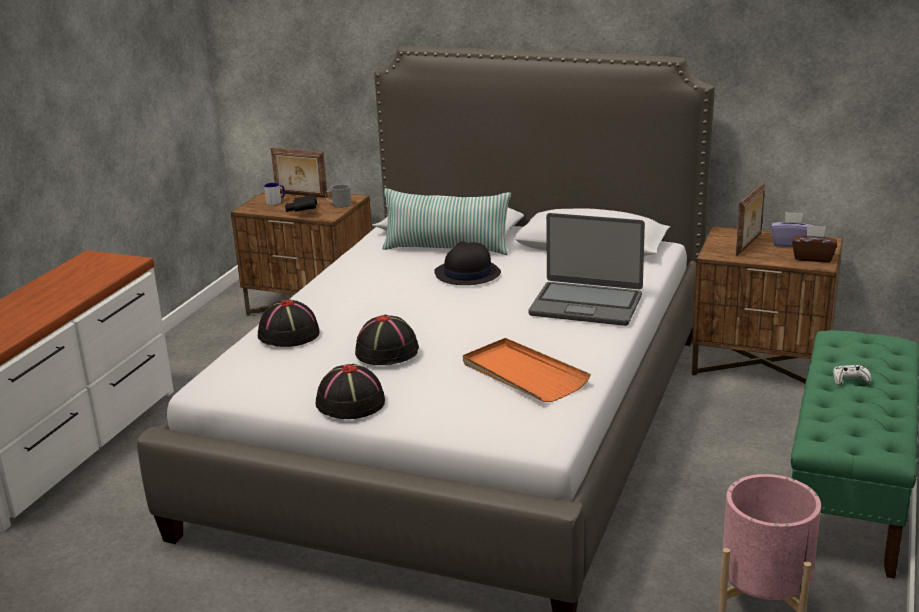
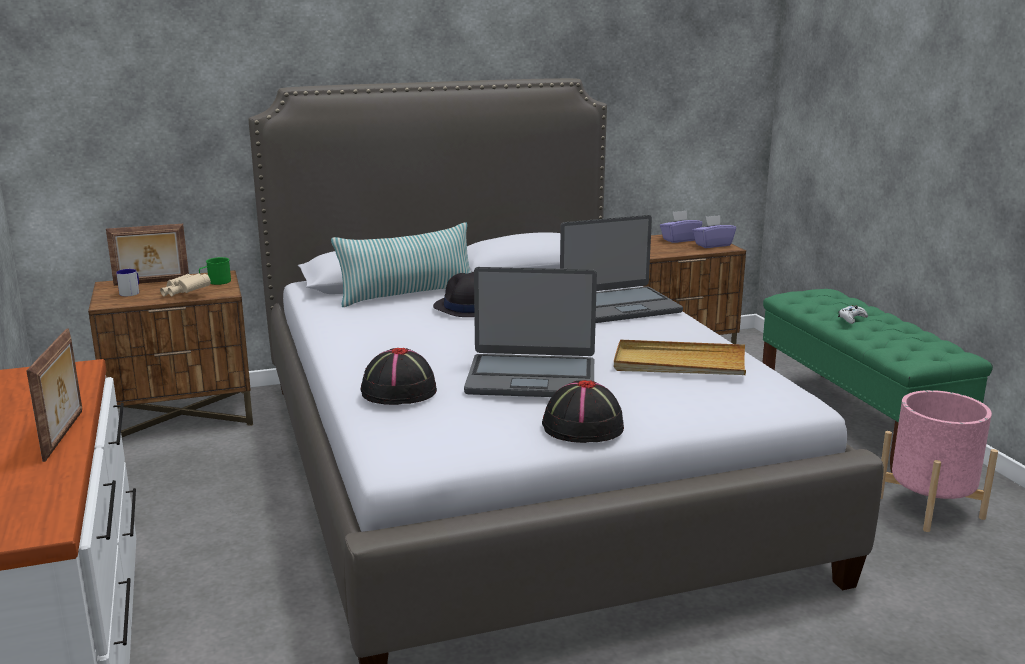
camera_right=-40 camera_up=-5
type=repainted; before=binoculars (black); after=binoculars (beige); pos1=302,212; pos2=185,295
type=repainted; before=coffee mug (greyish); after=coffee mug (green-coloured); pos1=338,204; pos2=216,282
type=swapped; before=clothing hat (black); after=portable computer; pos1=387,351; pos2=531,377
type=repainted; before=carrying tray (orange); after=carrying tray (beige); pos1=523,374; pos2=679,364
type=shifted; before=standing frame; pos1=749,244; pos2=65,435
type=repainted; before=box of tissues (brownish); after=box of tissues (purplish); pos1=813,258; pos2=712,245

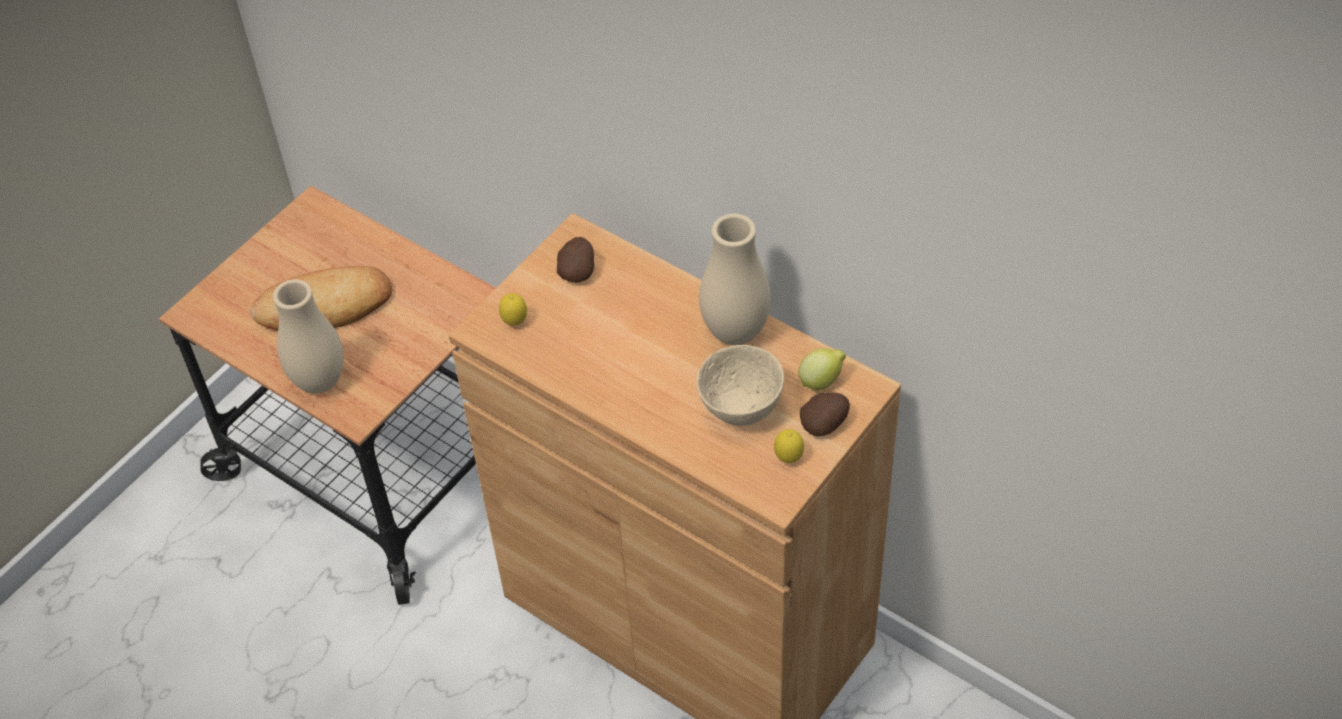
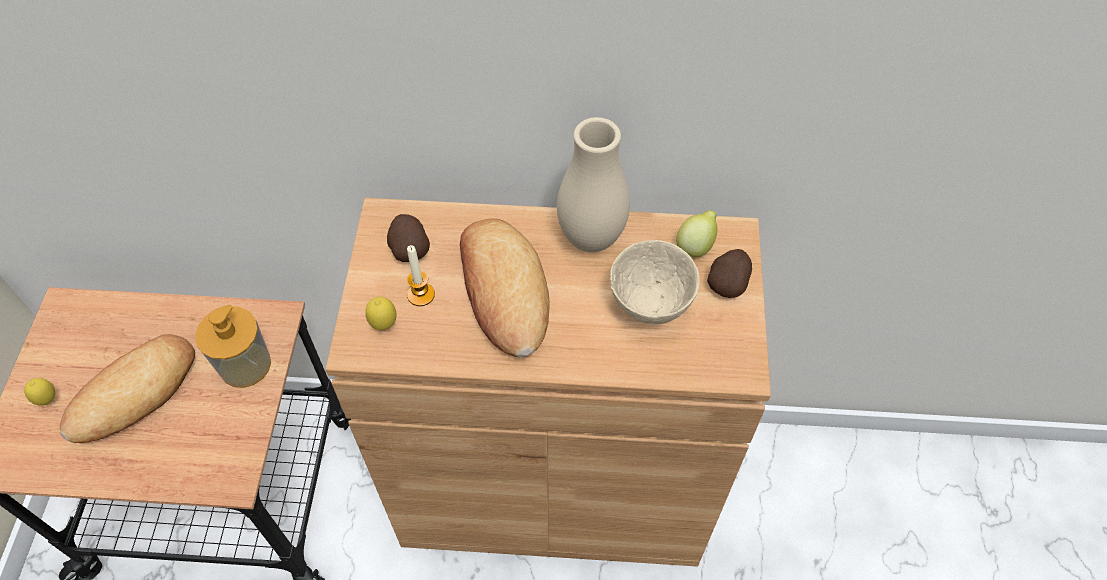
camera_right=-35 camera_up=5
type=gone; before=flower vase (beige); pos1=319,381
type=shifted; before=citrus fruit; pos1=788,458; pos2=48,400
type=new; after=liquid soap bottle; pos2=245,365
type=new; after=wax light; pos2=421,295
type=new; after=bread; pos2=503,291

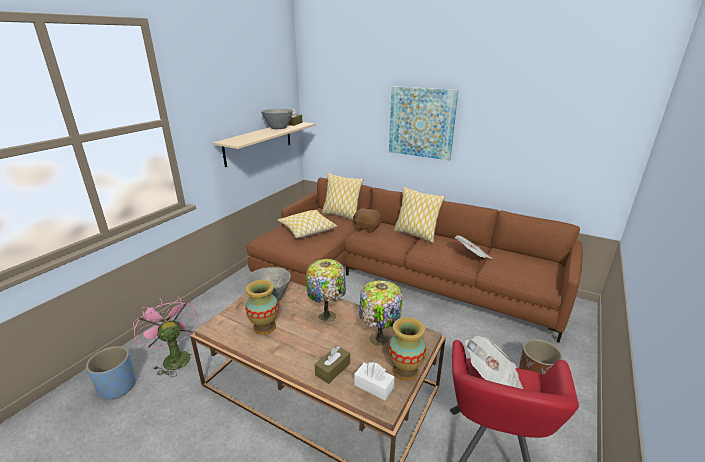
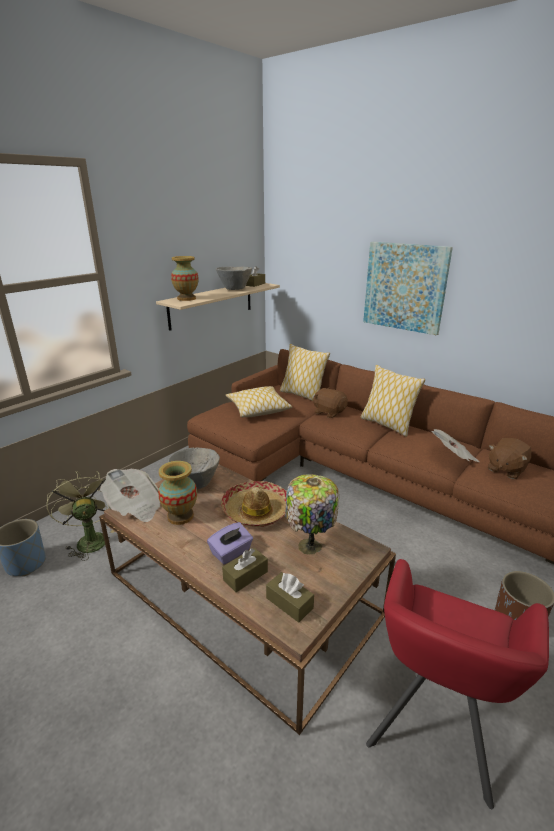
camera_right=10 camera_up=0
type=repainted; before=cooling fan (pinkish); after=cooling fan (green-coloured); pos1=174,357; pos2=90,539
type=swapped; before=table lamp; after=clothing hat; pos1=327,315; pos2=256,510
type=repainted; before=box of tissues (white-coloured); after=box of tissues (brownish); pos1=373,386; pos2=289,603
type=shifted; before=flower vase; pos1=405,370; pos2=186,298
type=shifted; before=daily paper; pos1=492,377; pos2=135,507
type=new; after=box of tissues (purplish); pos2=231,553
type=new; after=soft toy (brownish); pos2=505,469

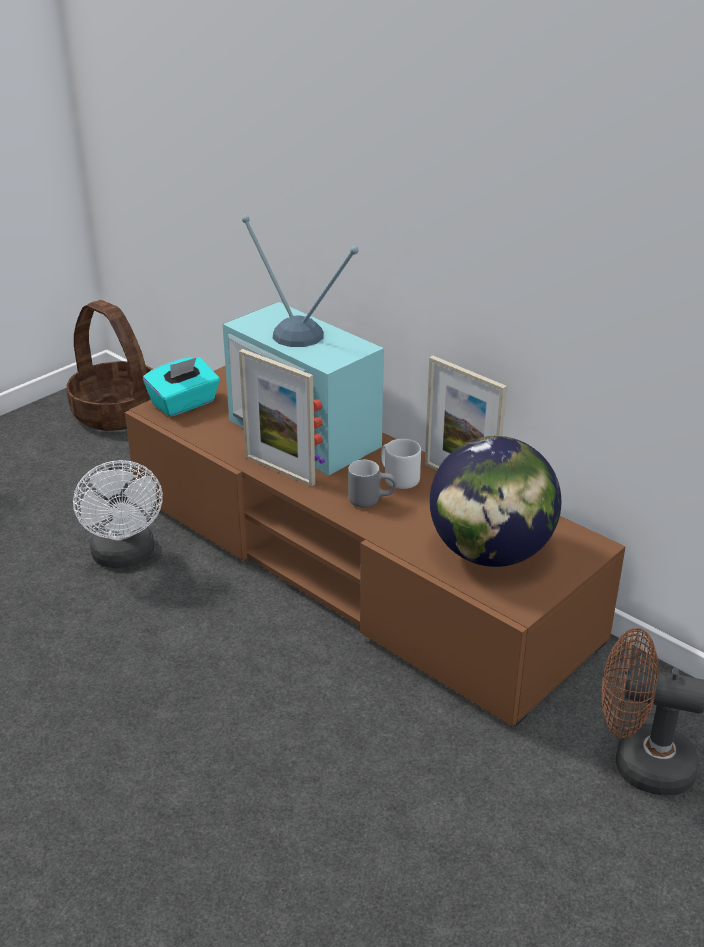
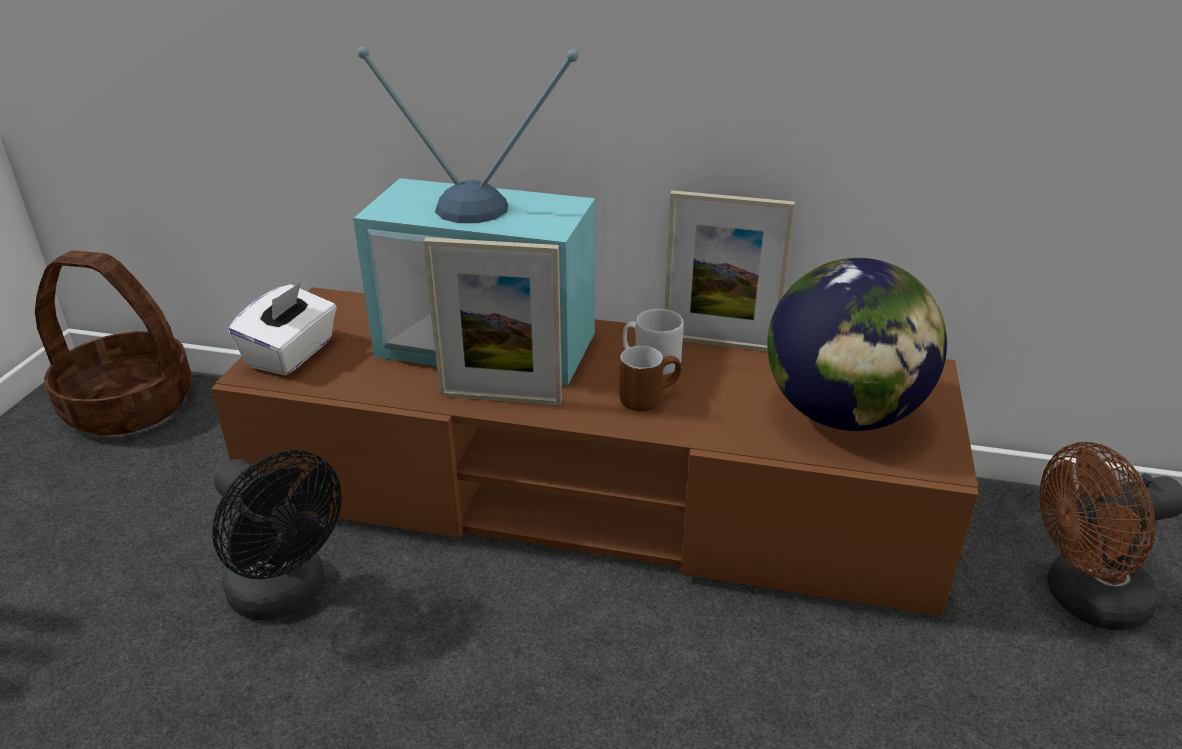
camera_right=-30 camera_up=0
type=repainted; before=cooling fan (white-coloured); after=cooling fan (black); pos1=125,557; pos2=287,594
type=repainted; before=box of tissues (blue-green); after=box of tissues (white-coloured); pos1=184,404; pos2=292,354
type=repainted; before=coffee mug (greyish); after=coffee mug (brownish); pos1=371,499; pos2=647,397

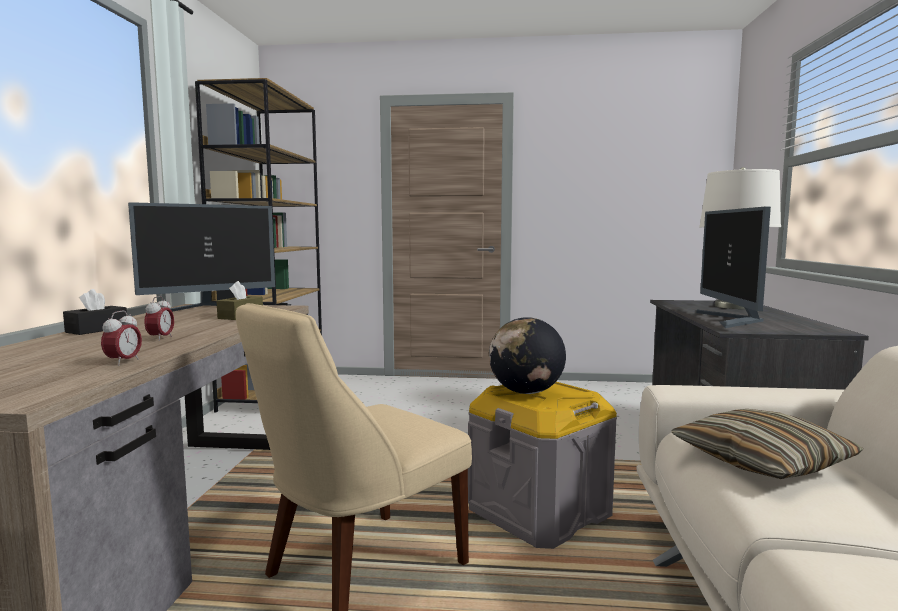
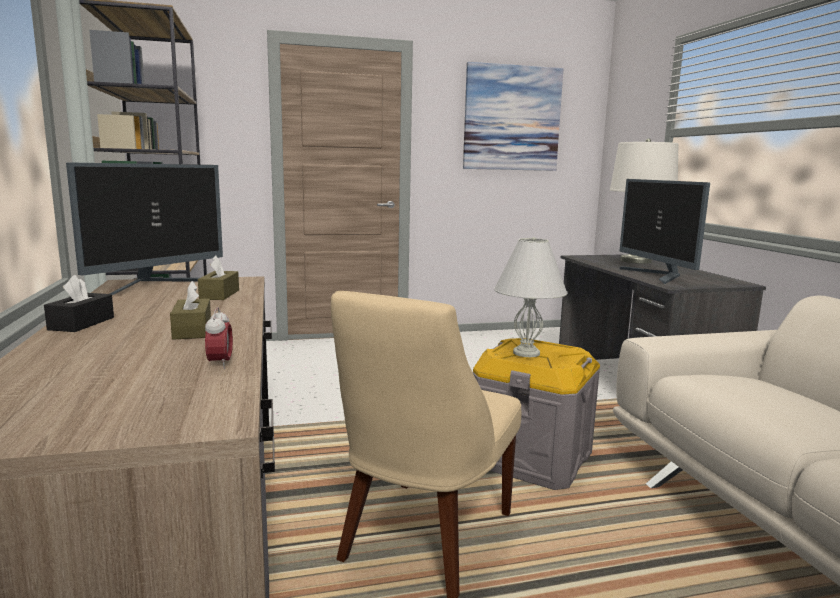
camera_right=-20 camera_up=5
type=swapped; before=table clock; after=box of tissues (brownish); pos1=161,338; pos2=192,330
type=swapped; before=desk globe; after=table lamp (white-coloured); pos1=525,392; pos2=525,353
type=gone; before=cushion; pos1=761,461
type=new; after=wall picture; pos2=512,118

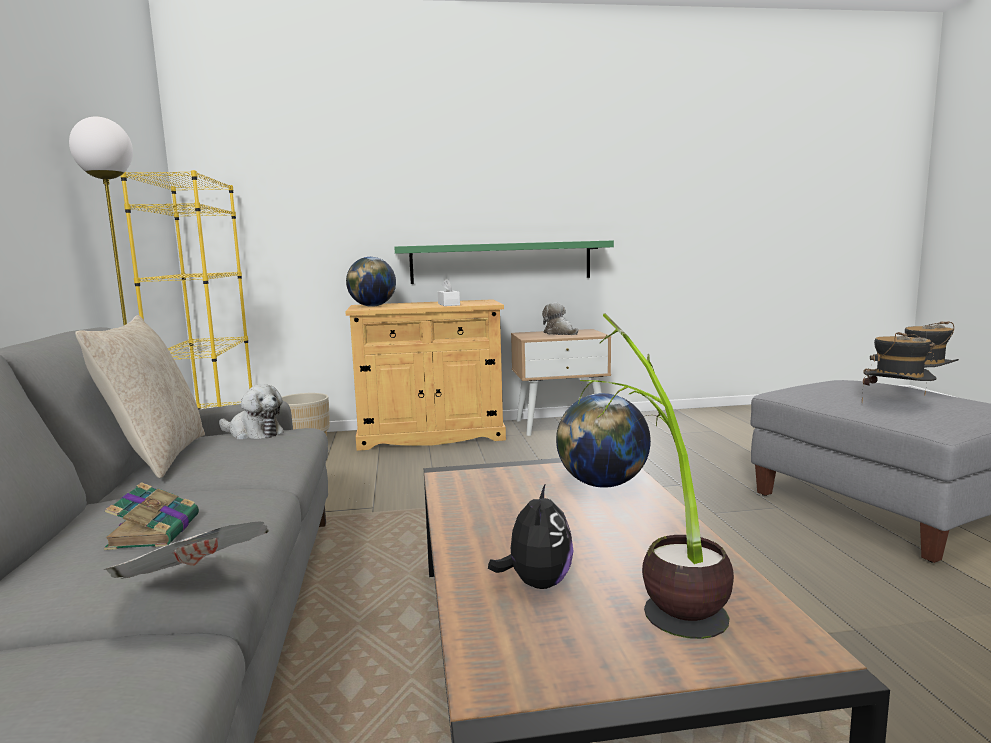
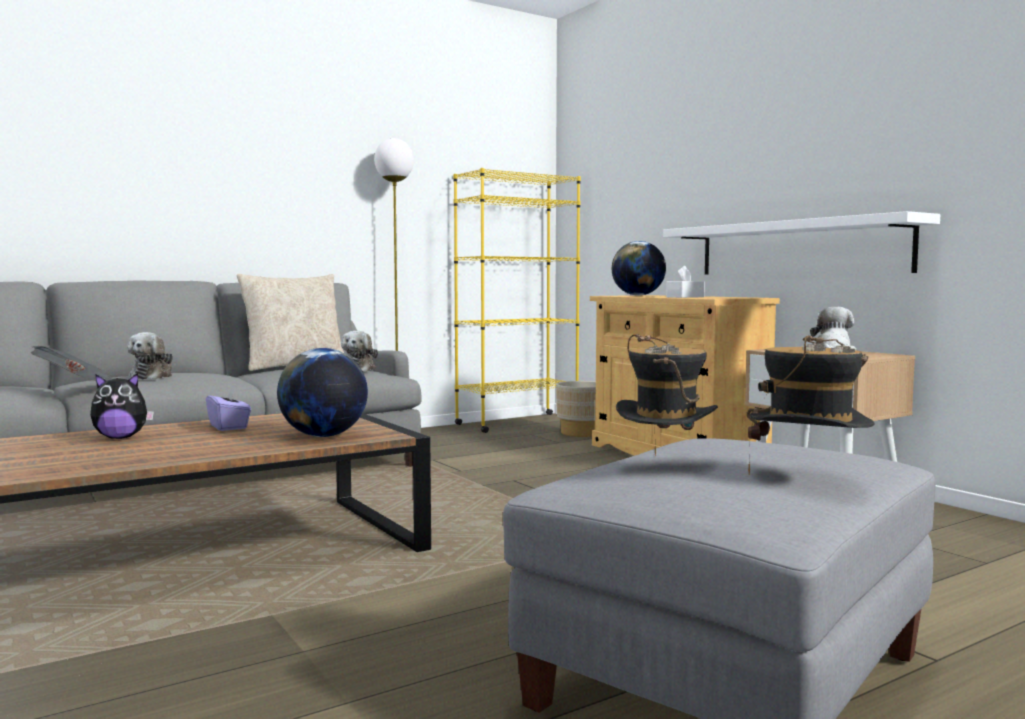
camera_right=65 camera_up=-5
type=swapped; before=bound book; after=soft toy; pos1=155,531; pos2=153,376
type=repainted; before=bracket shelf (green-coloured); after=bracket shelf (white-coloured); pos1=501,262; pos2=798,248
type=gone; before=plant in a pot; pos1=658,589
type=new; after=box of tissues (purplish); pos2=229,427

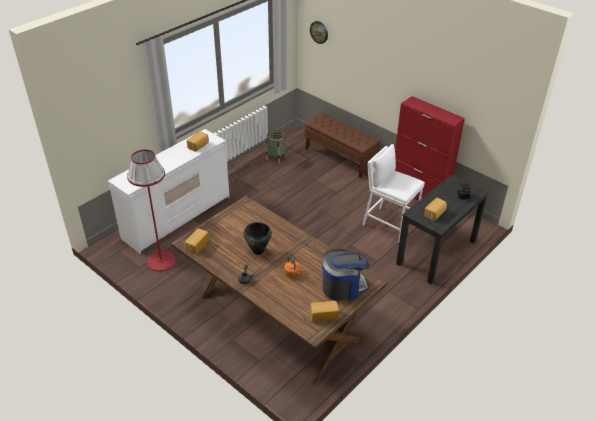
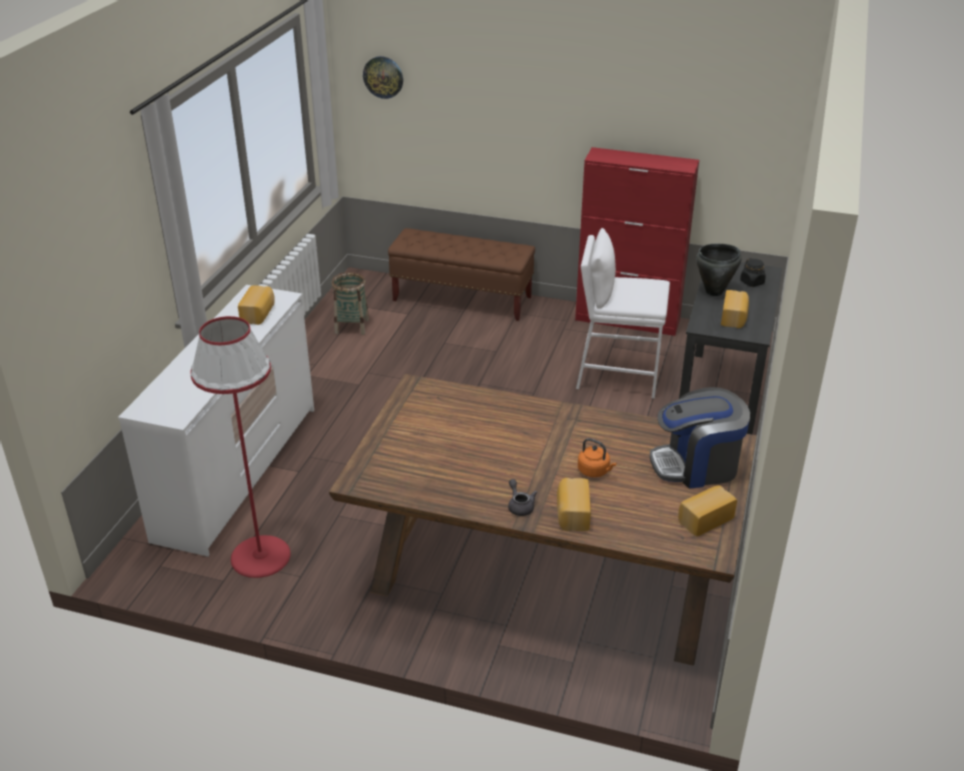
camera_right=-25 camera_up=-5
type=shifted; before=bread; pos1=196,245; pos2=572,514
type=shifted; before=stockpot (black); pos1=258,251; pos2=714,292
type=rotated; before=coffee machine; pos1=343,287; pos2=696,465; turn=-150

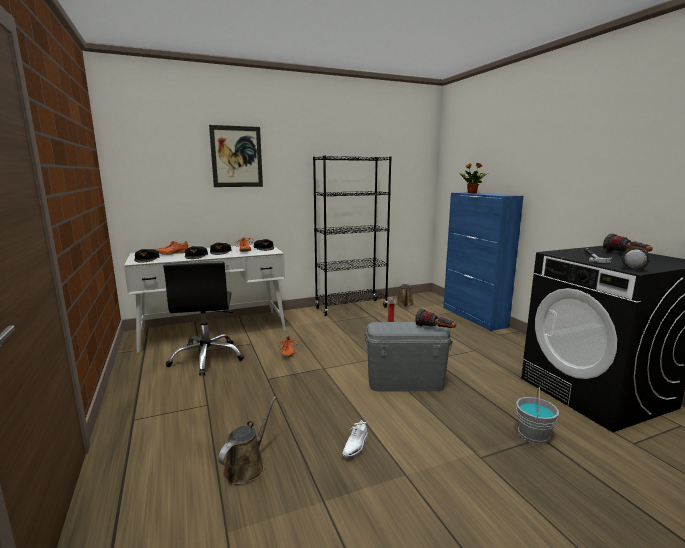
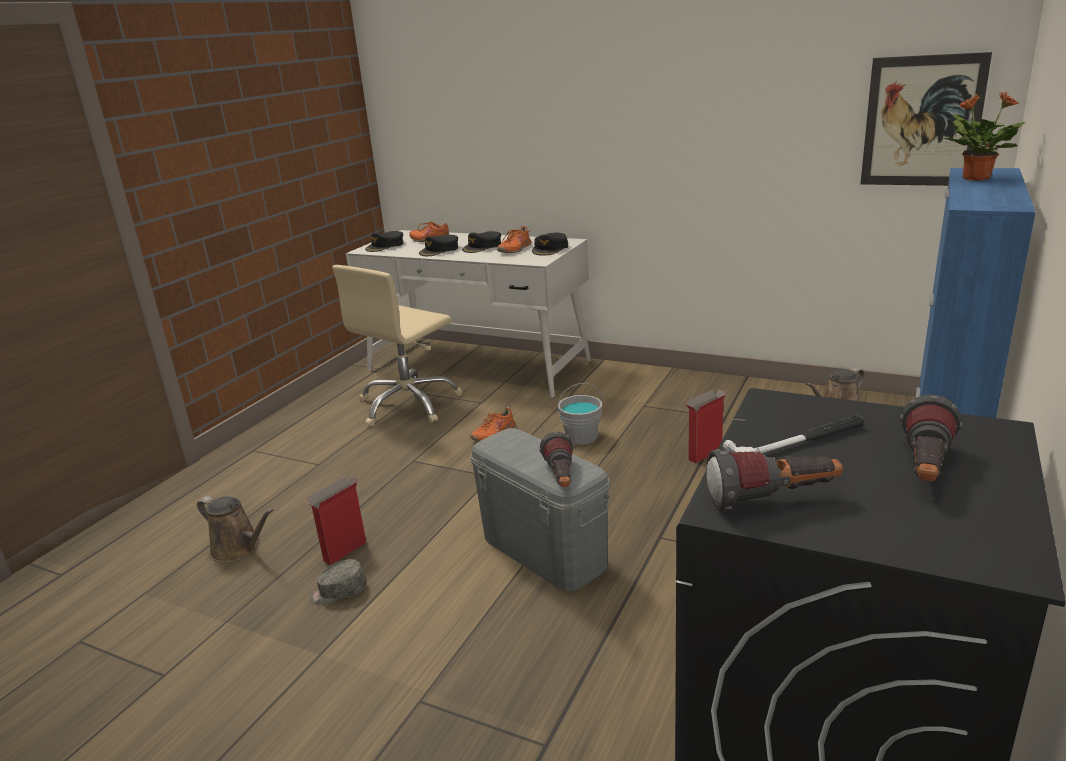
camera_right=50 camera_up=10
type=repainted; before=computer chair (black); after=computer chair (beige); pos1=207,358; pos2=408,404
type=shifted; before=wall picture; pos1=236,156; pos2=922,122
type=rotated; before=sprinkling can (brownish); pos1=247,467; pos2=239,548; turn=45
type=gone; before=shelving unit (black); pos1=351,308
type=swapped; before=low shoe (white-coloured); after=cap (greyish); pos1=355,447; pos2=338,592
type=shifted; before=bucket (greyish); pos1=533,435; pos2=581,437
type=new; after=packing box; pos2=344,552

